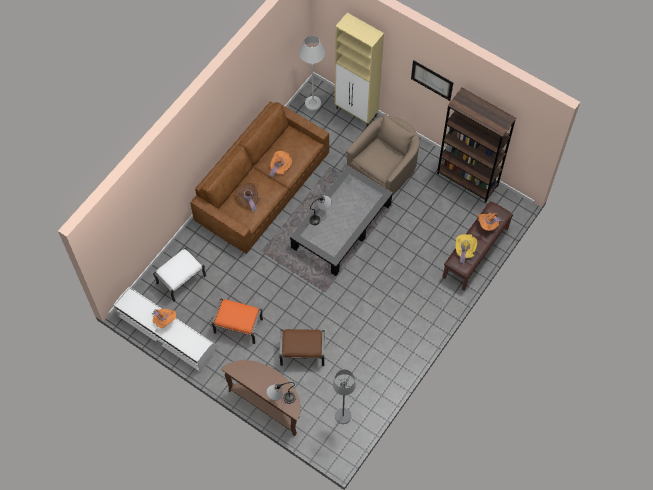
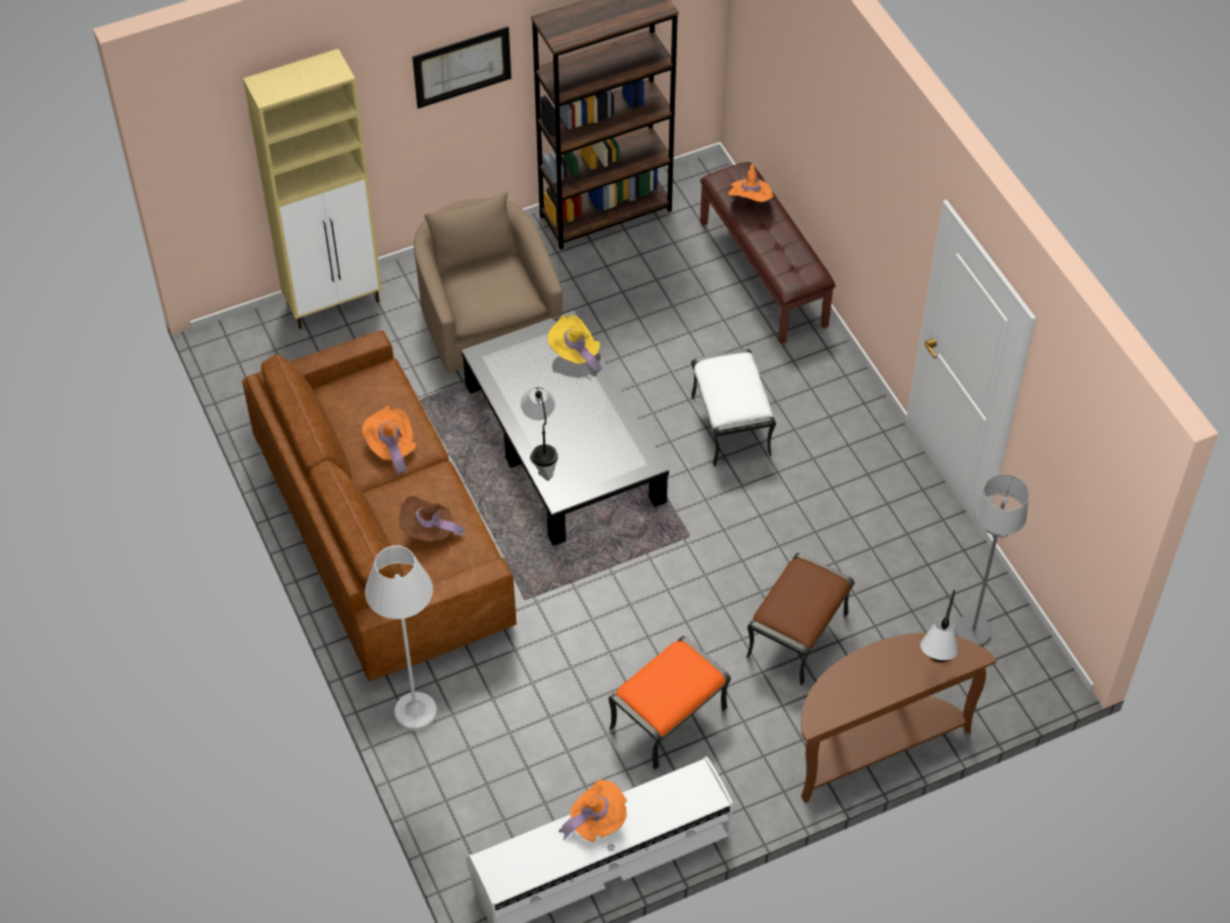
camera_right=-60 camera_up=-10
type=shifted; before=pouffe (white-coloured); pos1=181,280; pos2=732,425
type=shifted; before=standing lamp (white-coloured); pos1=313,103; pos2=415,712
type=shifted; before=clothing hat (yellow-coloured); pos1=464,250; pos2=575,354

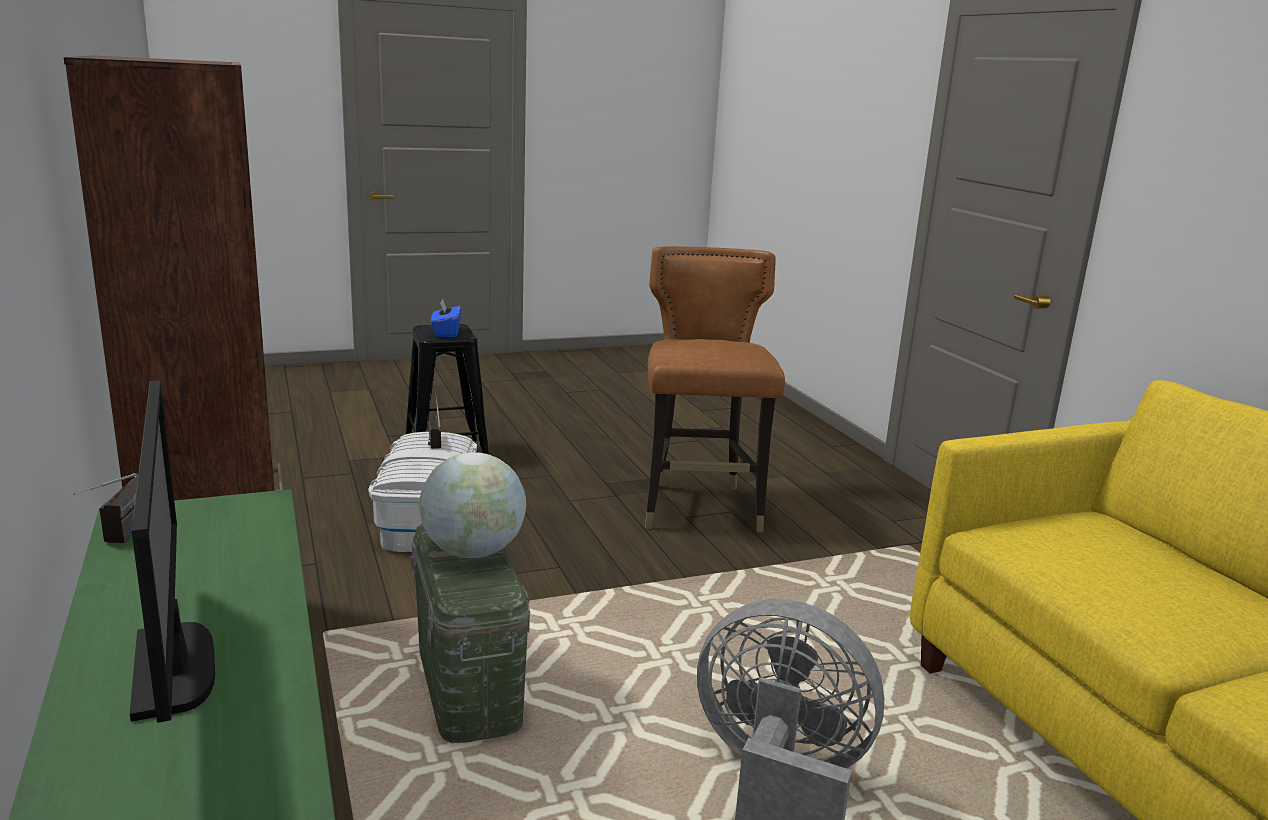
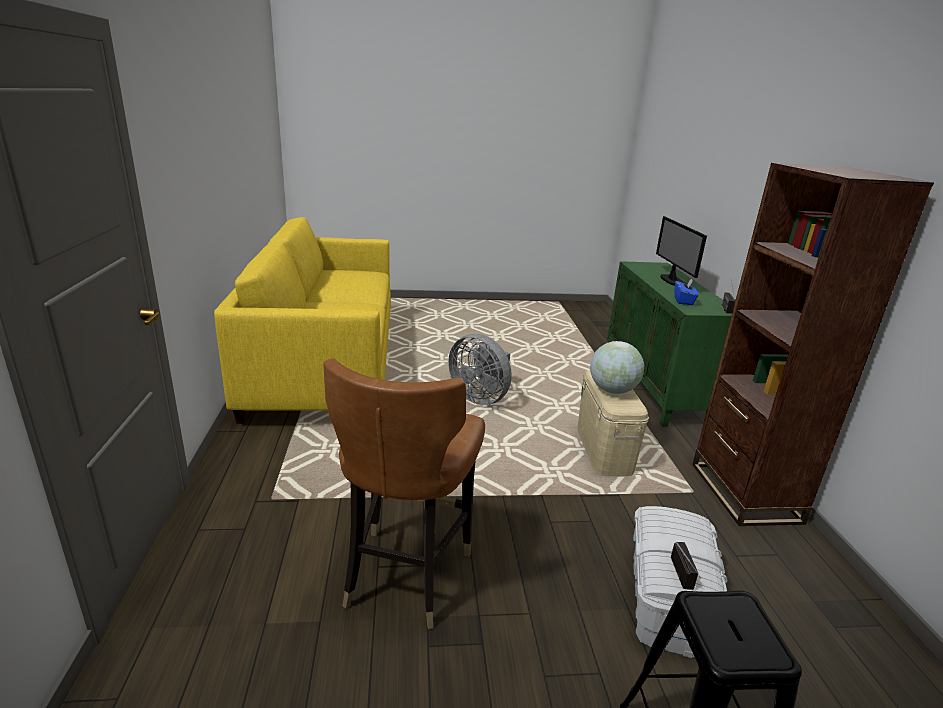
camera_right=-165 camera_up=5
type=repainted; before=storage bin (green-coloured); after=storage bin (beige); pos1=467,685; pos2=604,450
type=shifted; before=box of tissues (blue-coloured); pos1=446,333; pos2=684,301

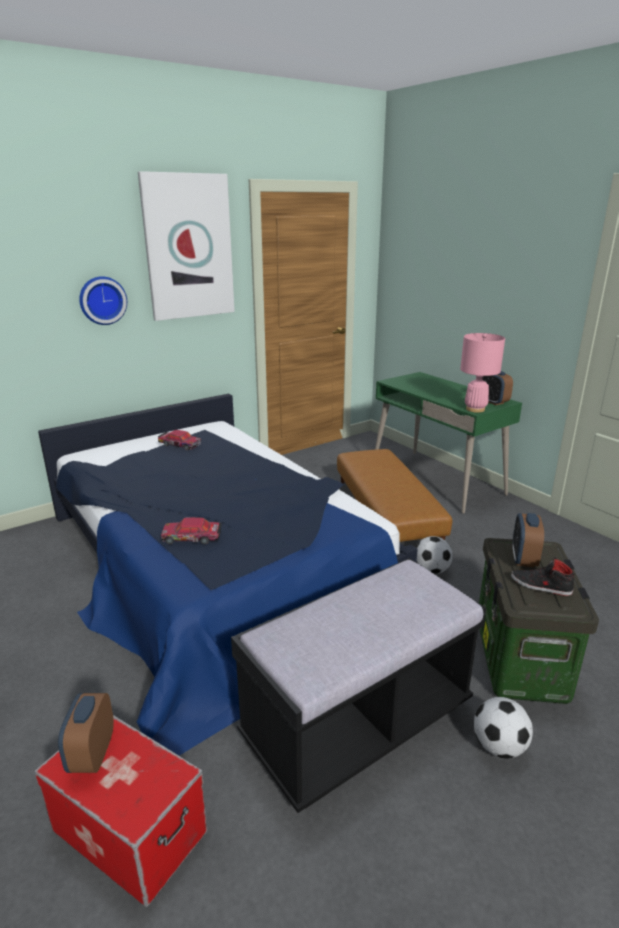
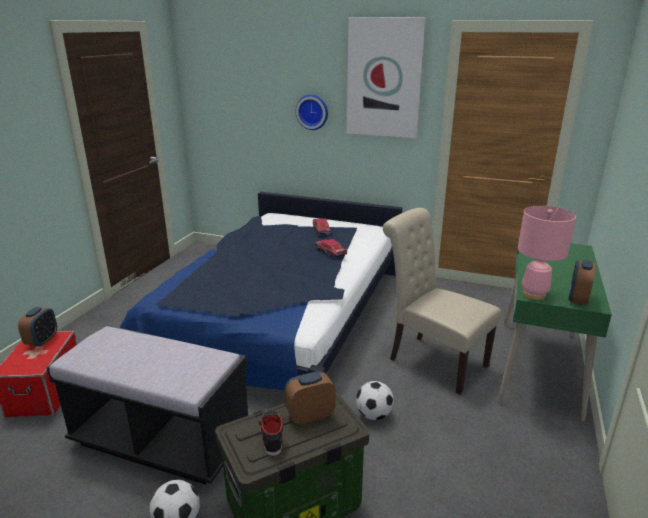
camera_right=55 camera_up=0
type=rotated; before=table clock; pos1=92,754; pos2=42,341; turn=135
type=shifted; before=toy car; pos1=192,538; pos2=330,252
type=swapped; before=pouffe (brownish); after=chair (beige); pos1=385,514; pos2=432,360

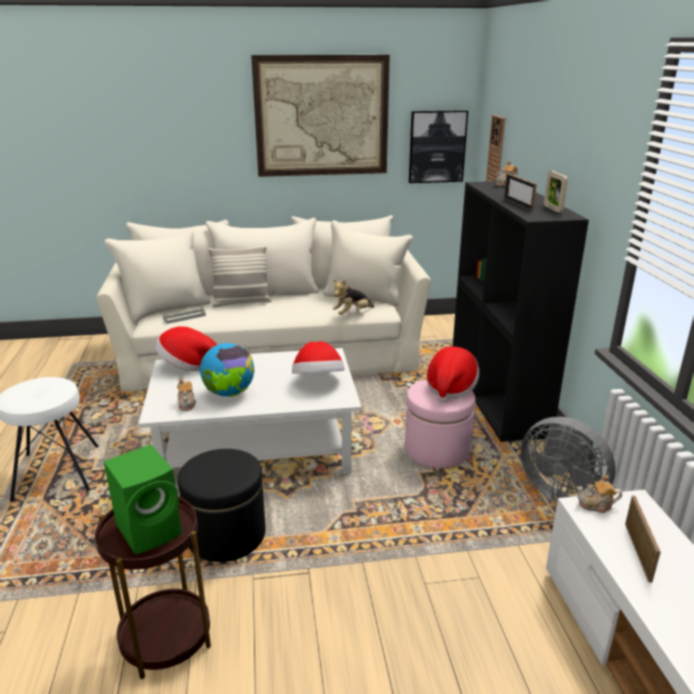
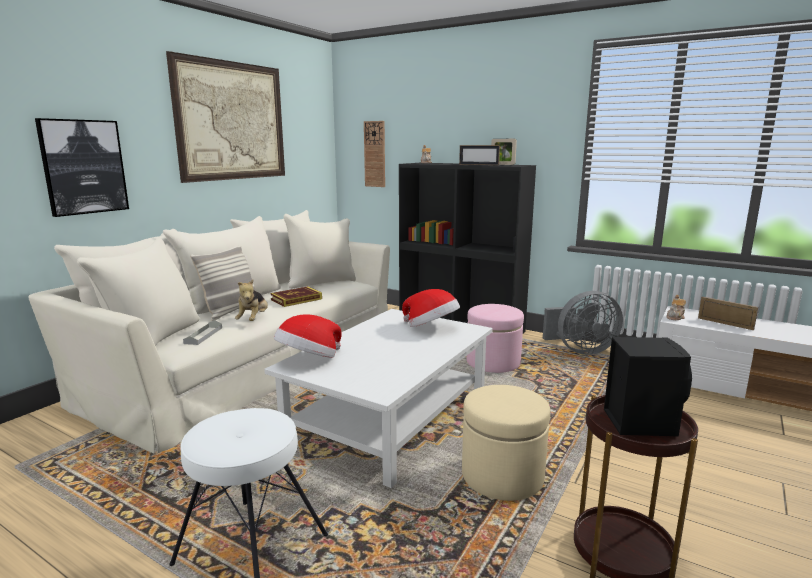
camera_right=-50 camera_up=-10
type=repainted; before=speaker (green-coloured); after=speaker (black); pos1=151,529; pos2=639,421
type=gone; before=pot for tea; pos1=187,404
type=repainted; before=pouffe (black); after=pouffe (beige); pos1=226,534; pos2=502,475
type=gone; before=desk globe; pos1=229,393
type=shifted; before=soft toy; pos1=352,314; pos2=253,319
type=shifted; before=wall picture; pos1=437,146; pos2=83,167
type=gone; before=clothing hat; pos1=450,388
type=new; after=bound book; pos2=296,299

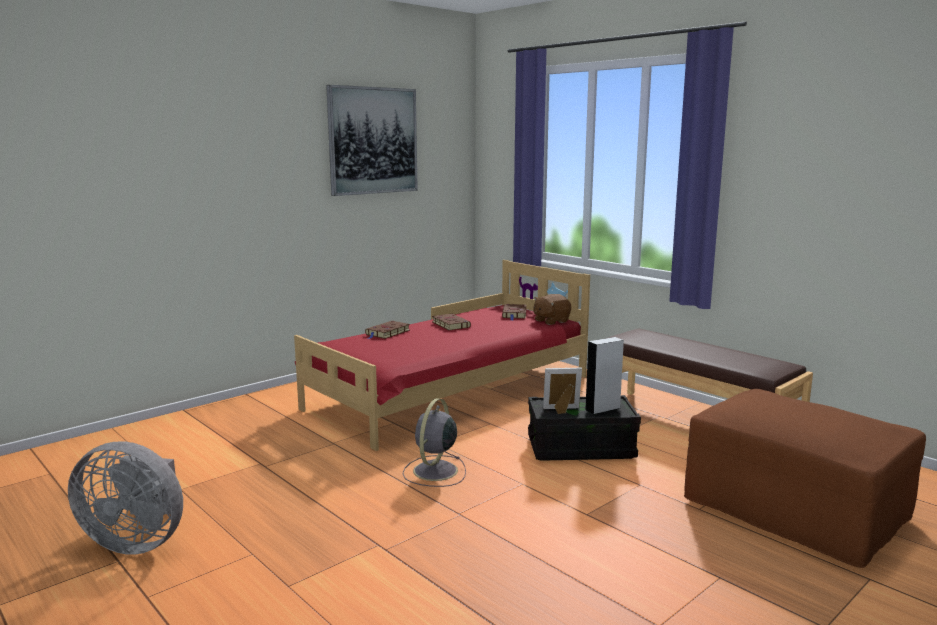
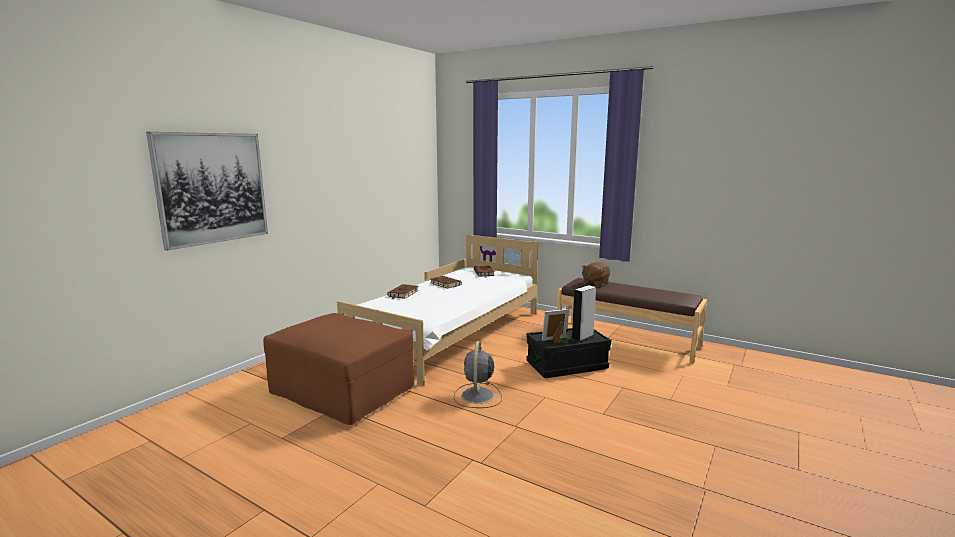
camera_right=-15 camera_up=0
type=gone; before=cooling fan (greyish); pos1=138,541
type=repainted; before=bedroom bed (red); after=bedroom bed (white-coloured); pos1=451,393; pos2=450,334
type=shifted; before=wall picture; pos1=373,141; pos2=212,188
type=shifted; before=soft toy (brownish); pos1=551,321; pos2=595,283
type=shifted; before=pouffe (brownish); pos1=796,510; pos2=343,392

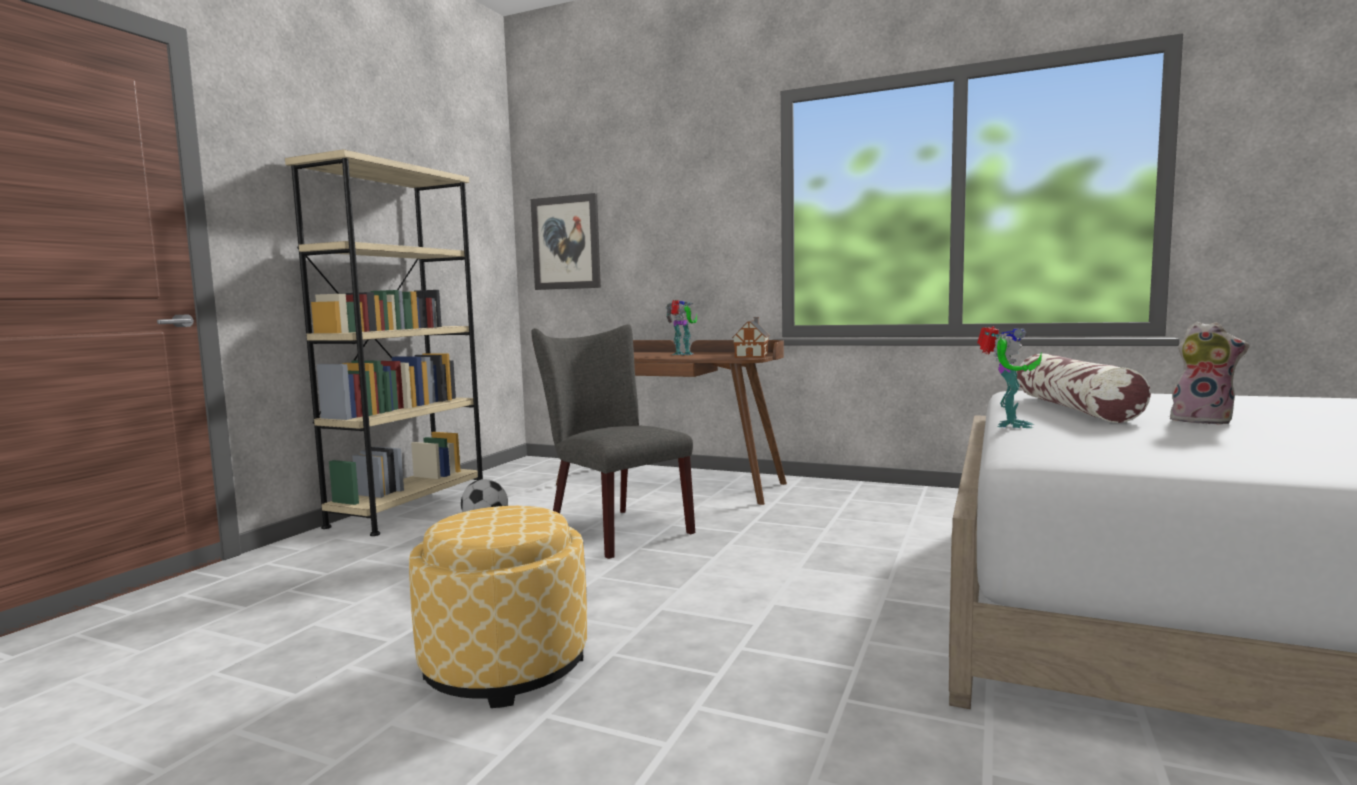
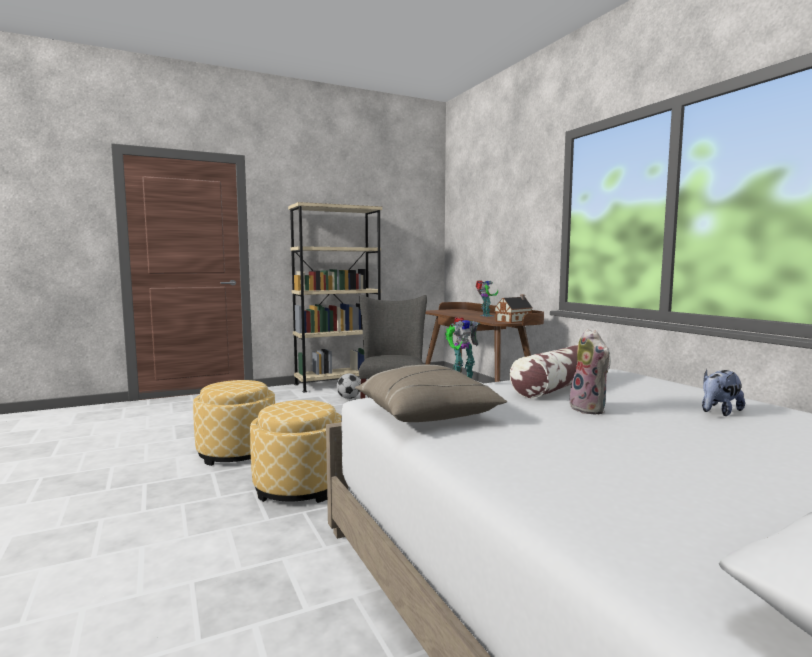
camera_right=40 camera_up=0
type=gone; before=wall picture; pos1=566,243
type=new; after=pouffe; pos2=299,486
type=new; after=cushion (beige); pos2=427,415
type=new; after=soft toy; pos2=719,412

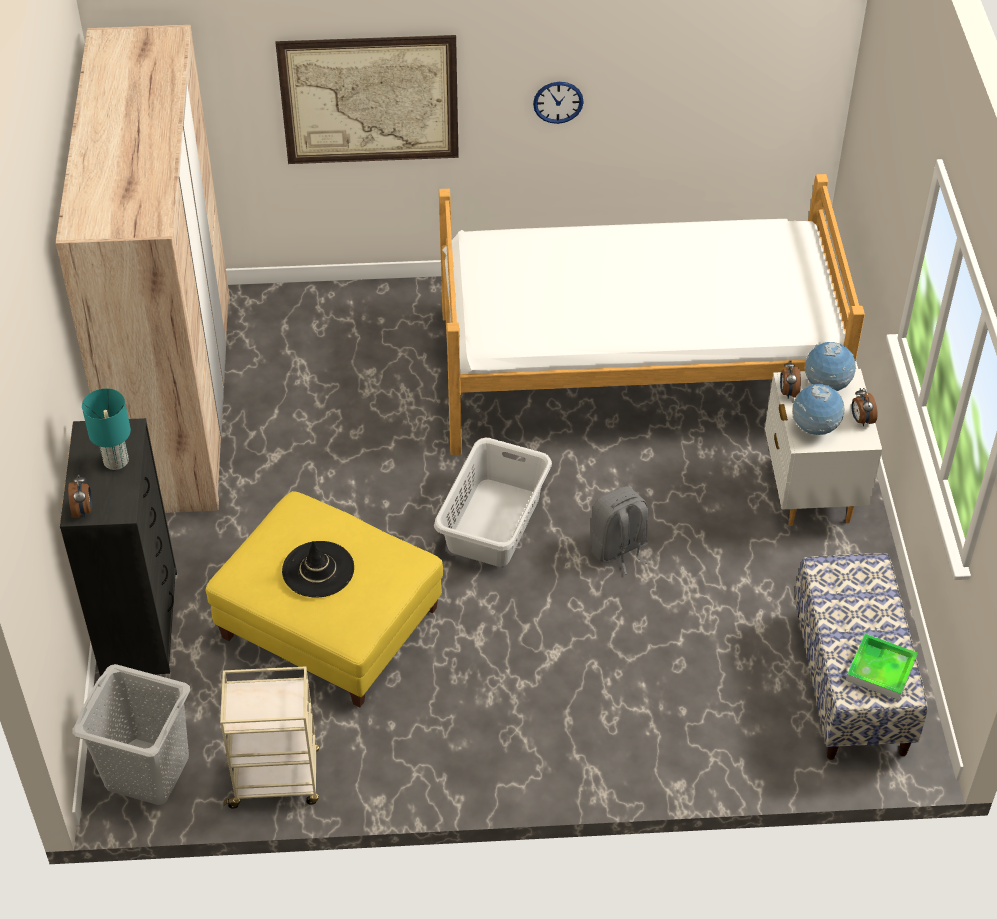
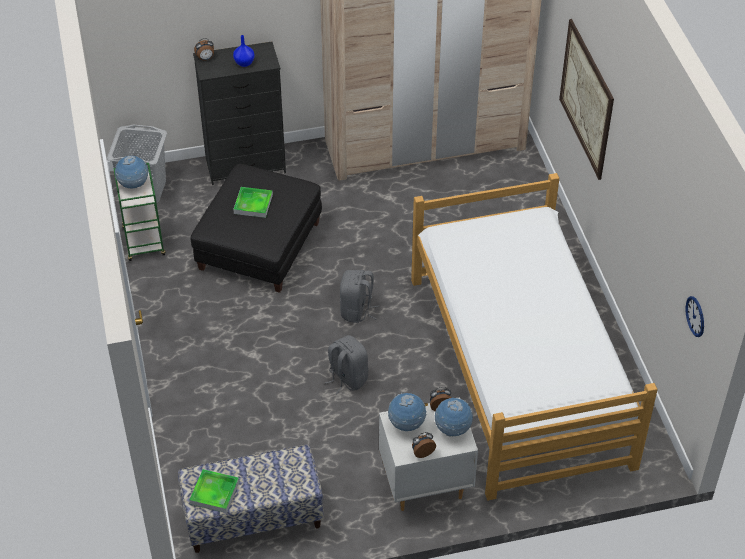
camera_right=80 camera_up=0
type=swapped; before=table lamp (blue-green); after=flower vase (blue-coloured); pos1=116,460; pos2=244,63
type=repainted; before=pouffe (yellow-coloured); after=pouffe (black); pos1=330,622; pos2=260,246
type=repainted; before=trolley (beige); after=trolley (green-coloured); pos1=276,779; pos2=144,242
type=swapped; before=clothing hat (black); after=carrying tray; pos1=318,570; pos2=253,204
type=swapped; before=washing basket (greyish); after=rucksack (greyish); pos1=494,522; pos2=357,311
type=shifted; before=clock on the wall; pos1=558,102; pos2=695,316
type=new; after=desk globe; pos2=133,185

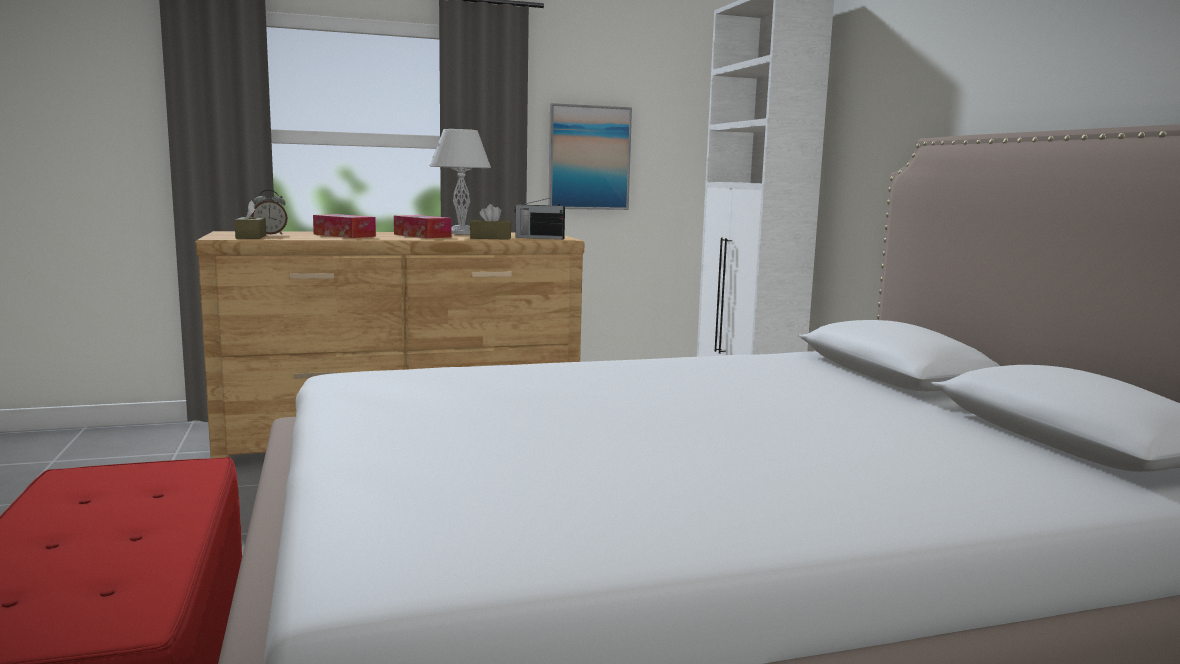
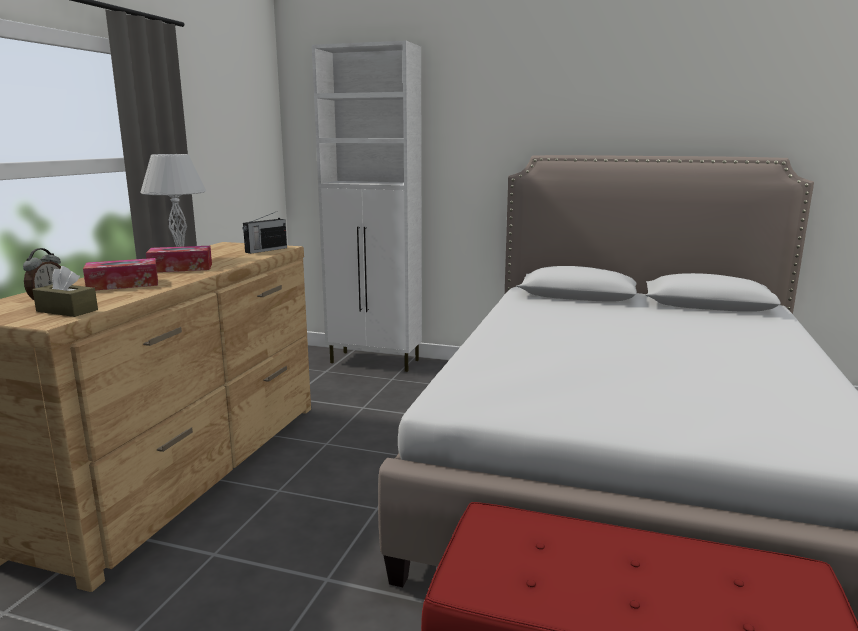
camera_right=-55 camera_up=5
type=gone; before=box of tissues (brownish); pos1=490,238
type=gone; before=wall picture; pos1=589,158

